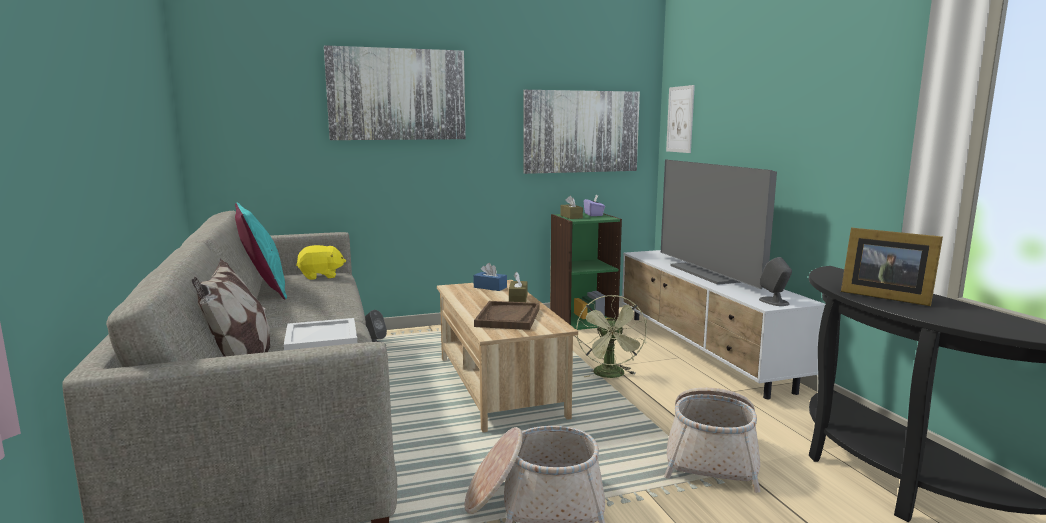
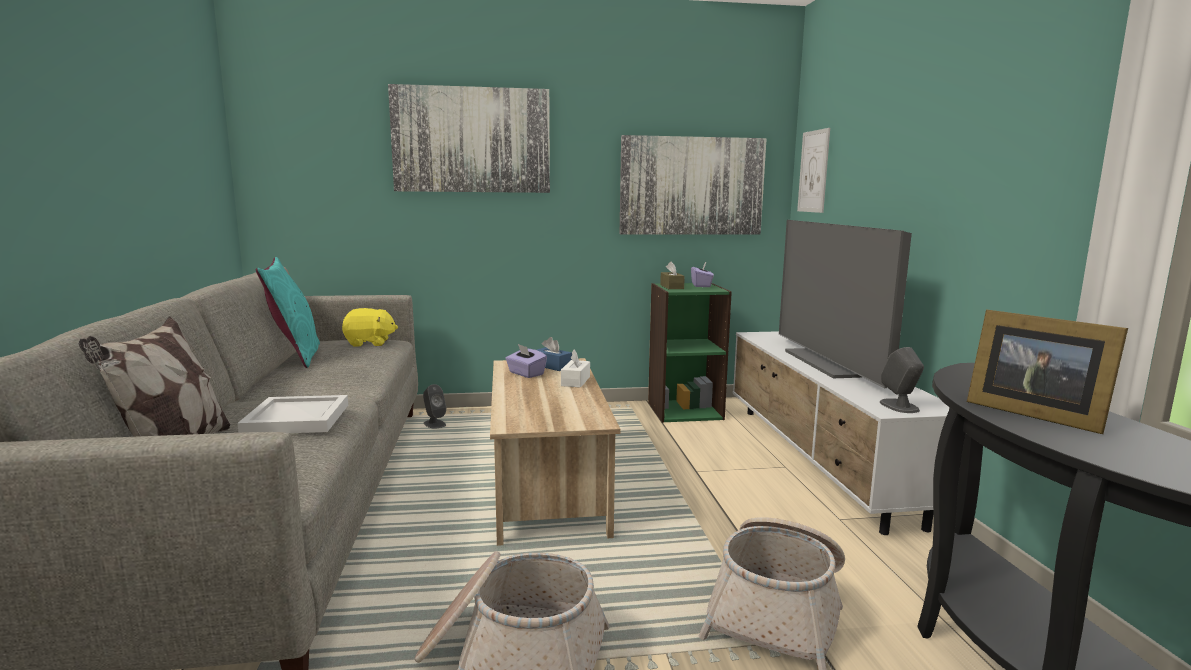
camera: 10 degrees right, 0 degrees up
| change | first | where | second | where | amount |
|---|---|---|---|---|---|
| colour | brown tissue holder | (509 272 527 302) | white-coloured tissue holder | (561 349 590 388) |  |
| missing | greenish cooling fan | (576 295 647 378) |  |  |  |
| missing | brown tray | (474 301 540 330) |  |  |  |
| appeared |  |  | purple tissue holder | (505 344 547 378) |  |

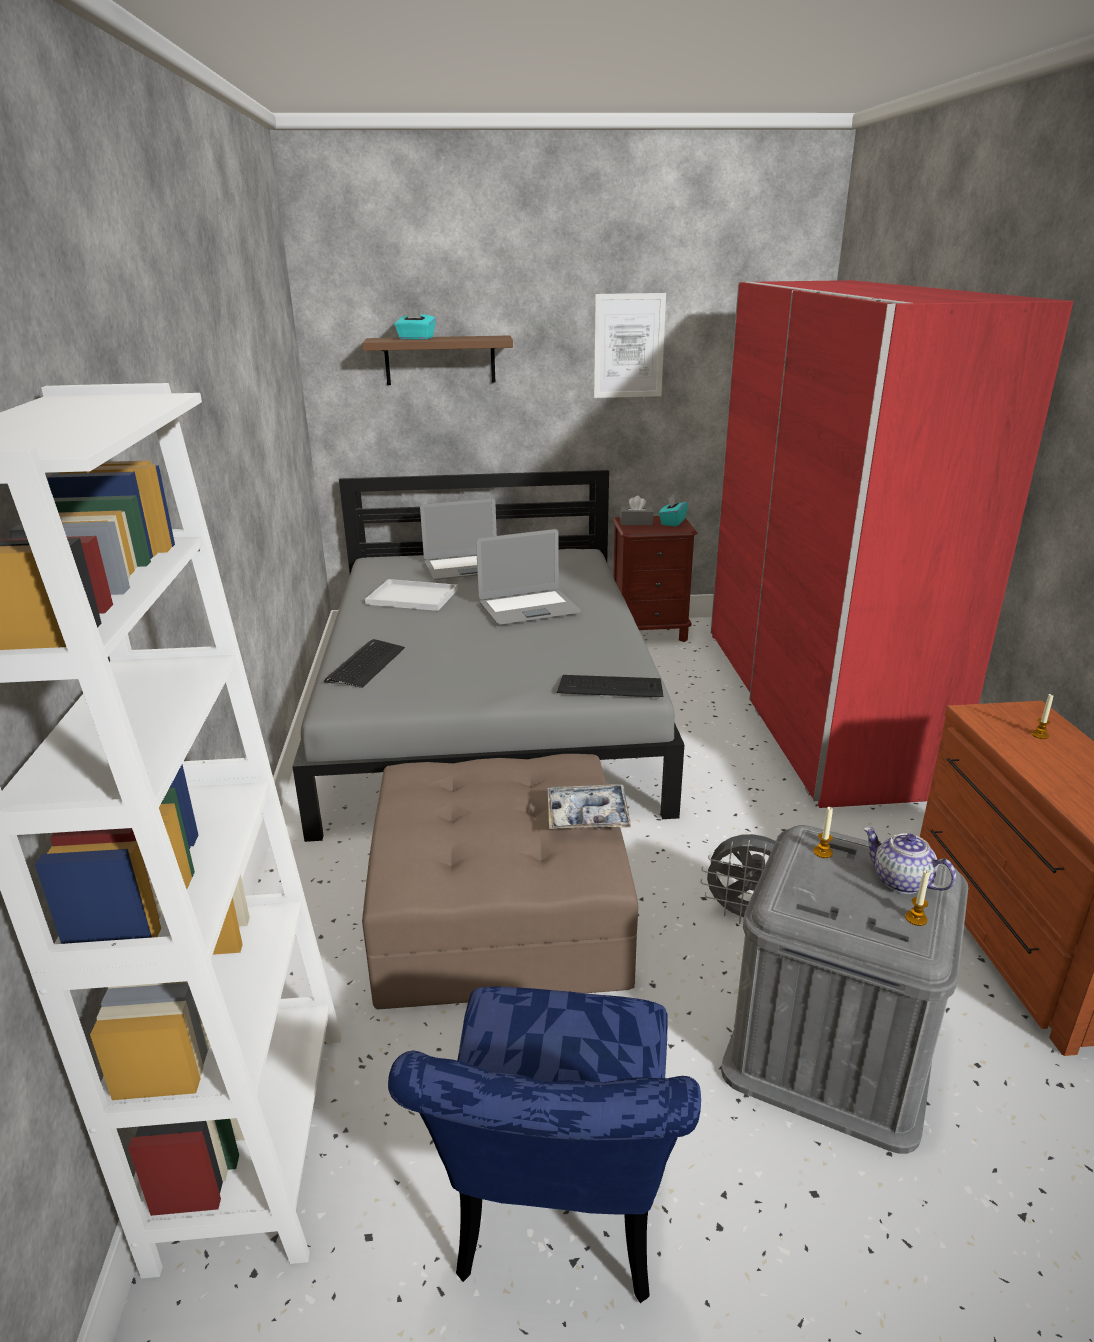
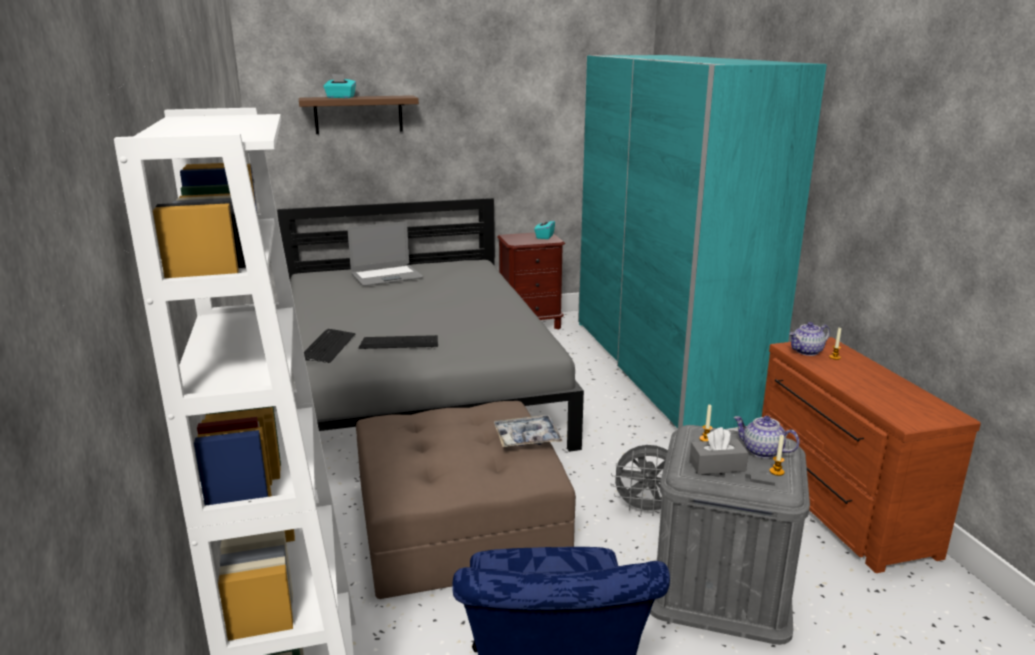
camera: 10 degrees left, 5 degrees down
| change | first | where | second | where | amount |
|---|---|---|---|---|---|
| colour | red wardrobe | (711 280 1073 808) | blue-green wardrobe | (578 55 827 429) |  |
| missing | wall art | (594 293 666 398) |  |  |  |
| relocated | grey tissue holder | (620 496 654 525) |  | (689 427 748 475) |  |
| missing | laptop | (476 529 581 625) |  |  |  |
| missing | white-coloured tray | (365 579 458 611) |  |  |  |
| relocated | computer keyboard | (557 675 664 697) |  | (359 335 438 349) |  |
| appeared |  |  | tea pot | (789 322 830 356) |  |

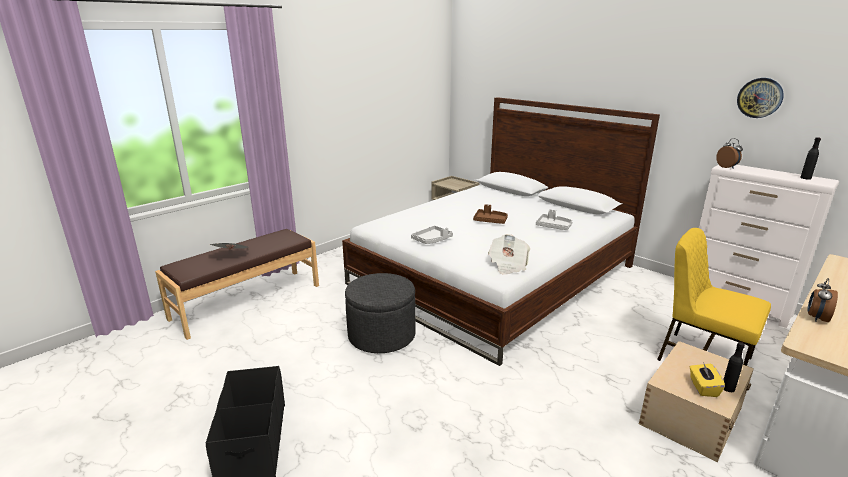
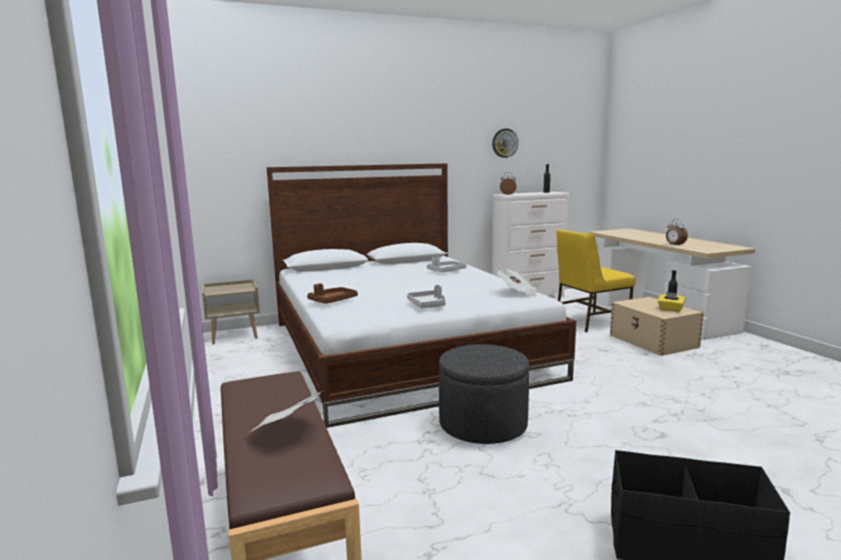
camera: 65 degrees left, 10 degrees down
| change | first | where | second | where | amount |
|---|---|---|---|---|---|
| relocated | brown tray | (473 204 508 224) |  | (307 283 358 304) |  |

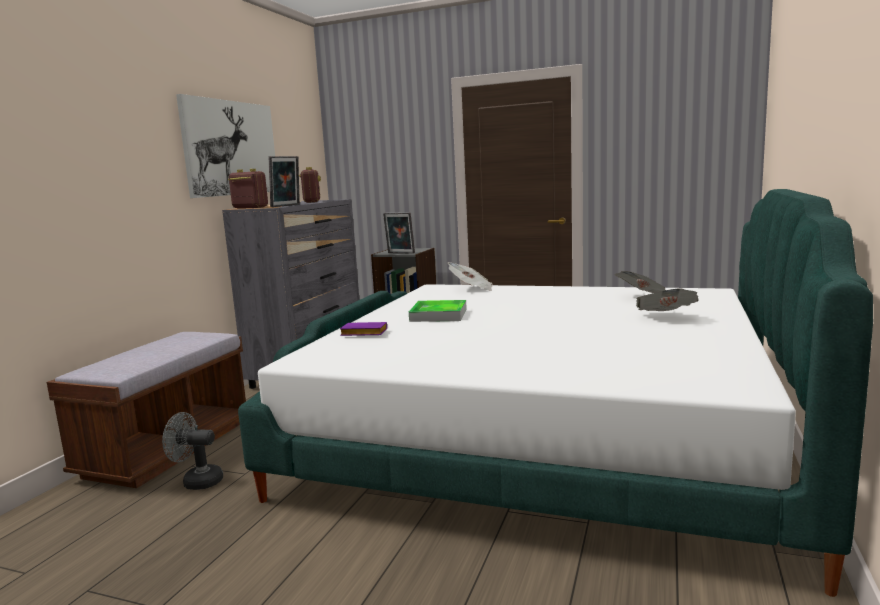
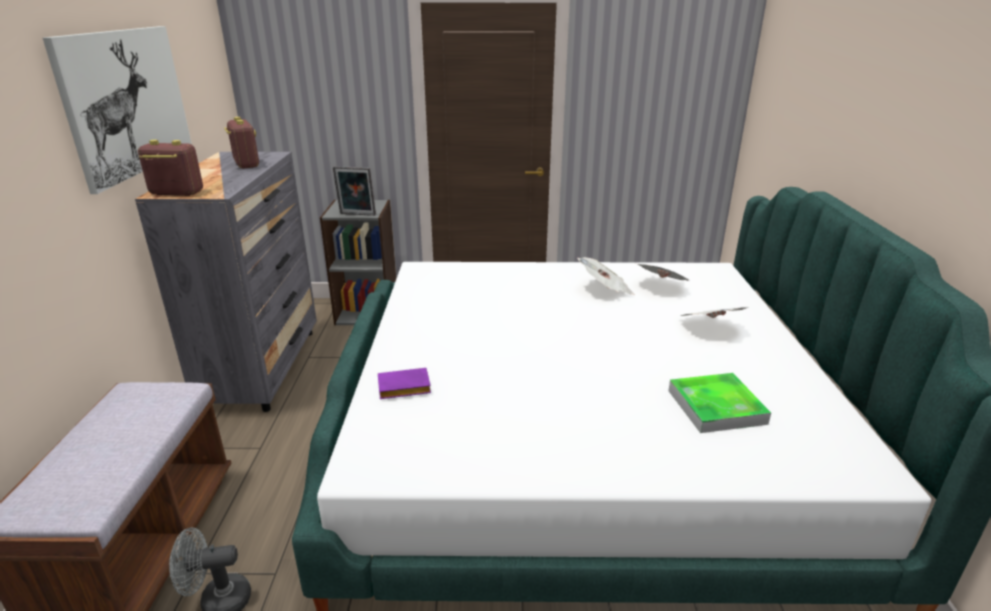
camera: 20 degrees left, 15 degrees up
| change | first | where | second | where | amount |
|---|---|---|---|---|---|
| missing | photo frame | (268 156 300 207) |  |  |  |
| relocated | daily paper | (448 262 493 291) |  | (577 257 635 295) |  |
| relocated | tray | (409 300 467 322) |  | (668 373 771 433) |  |

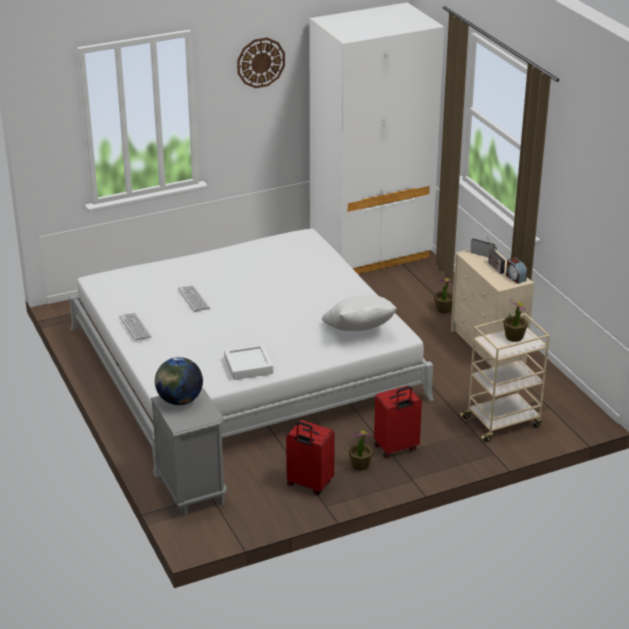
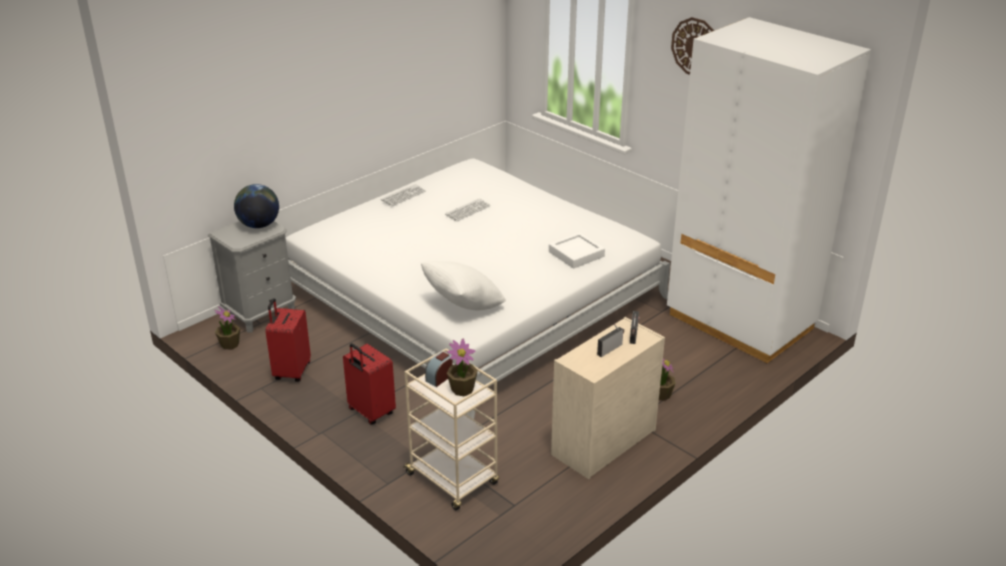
camera: 70 degrees right, 0 degrees up
| change | first | where | second | where | amount |
|---|---|---|---|---|---|
| relocated | table clock | (506 257 527 284) |  | (425 351 453 387) |  |
| relocated | white-coloured tray | (224 344 273 380) |  | (549 232 605 268) |  |
| relocated | potted plant | (348 430 373 471) |  | (215 306 240 350) |  |

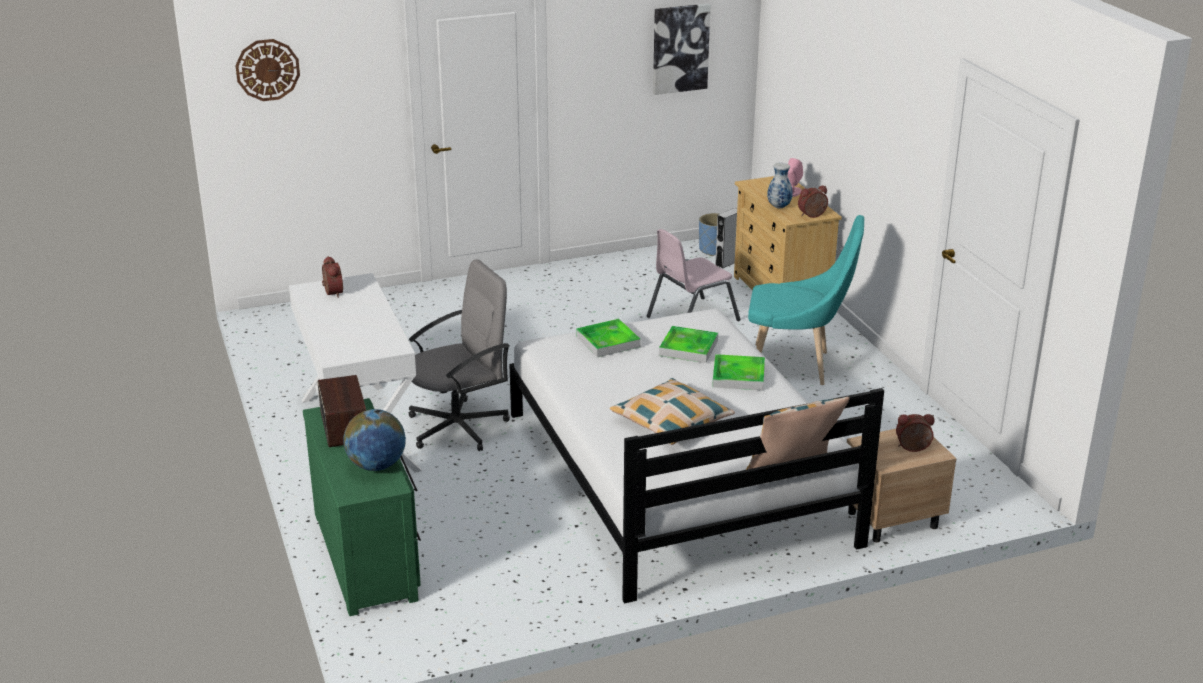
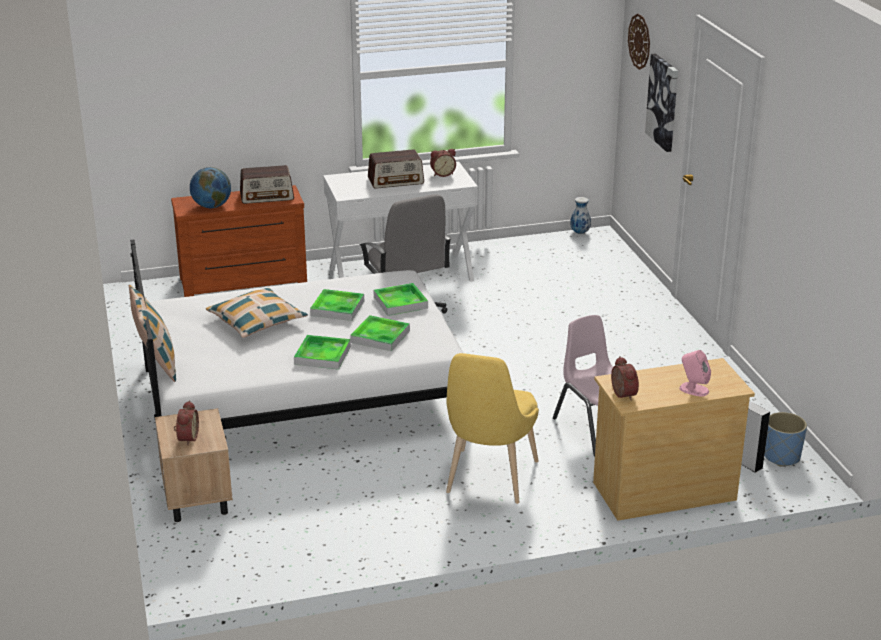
camera: 95 degrees right, 0 degrees up
| change | first | where | second | where | amount |
|---|---|---|---|---|---|
| relocated | wall art | (653 4 710 95) |  | (645 53 678 152) |  |
| relocated | flower vase | (767 163 793 208) |  | (570 197 591 234) |  |
| colour | blue-green chair | (748 215 864 385) | yellow chair | (446 353 539 504) |  |
| colour | greenish chest of drawers | (303 398 421 616) | brown chest of drawers | (171 185 307 297) |  |
| appeared |  |  | radio set | (368 149 424 189) |  |
| appeared |  |  | tray | (310 289 364 321) |  |

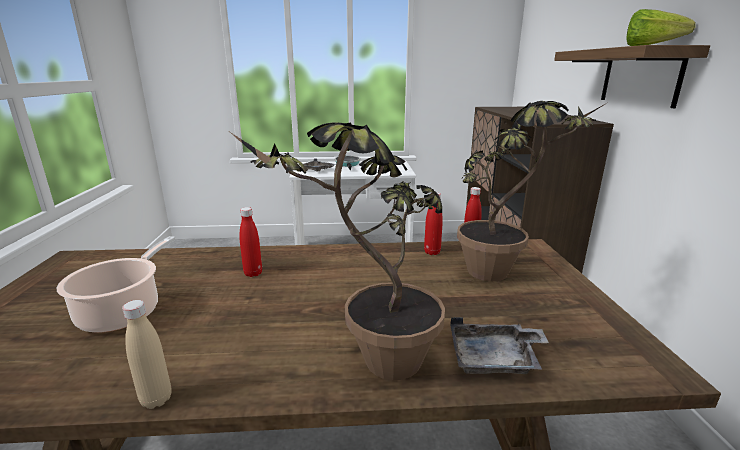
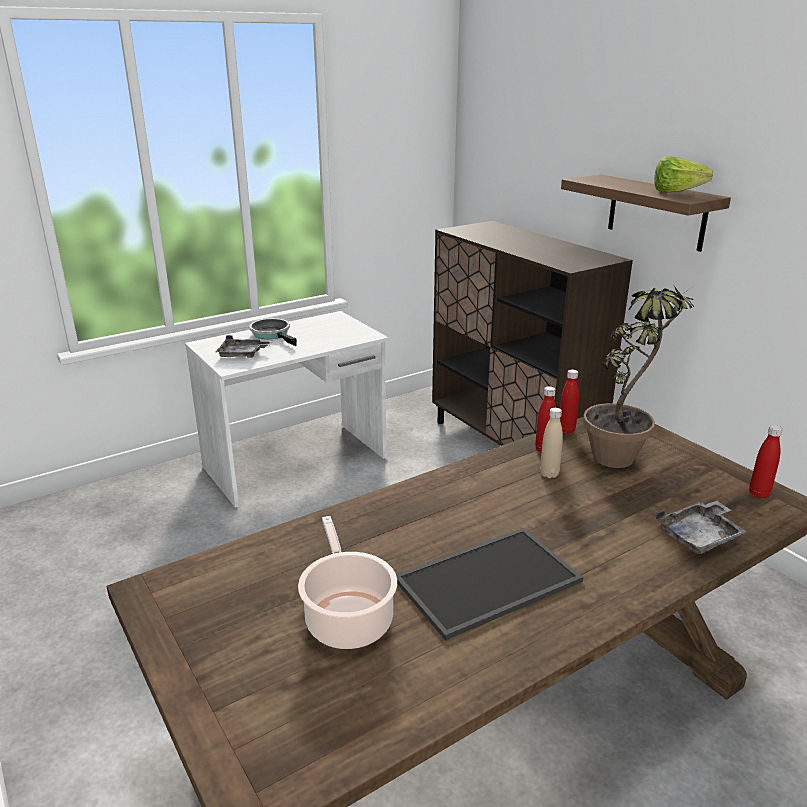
camera: 30 degrees left, 5 degrees up
| change | first | where | second | where | amount |
|---|---|---|---|---|---|
| missing | potted plant | (230 123 445 380) |  |  |  |
| relocated | red drink bottle | (239 207 262 277) |  | (749 425 783 498) |  |
| relocated | beige drink bottle | (122 300 172 409) |  | (540 408 563 478) |  |
| appeared |  |  | tray | (396 528 583 640) |  |

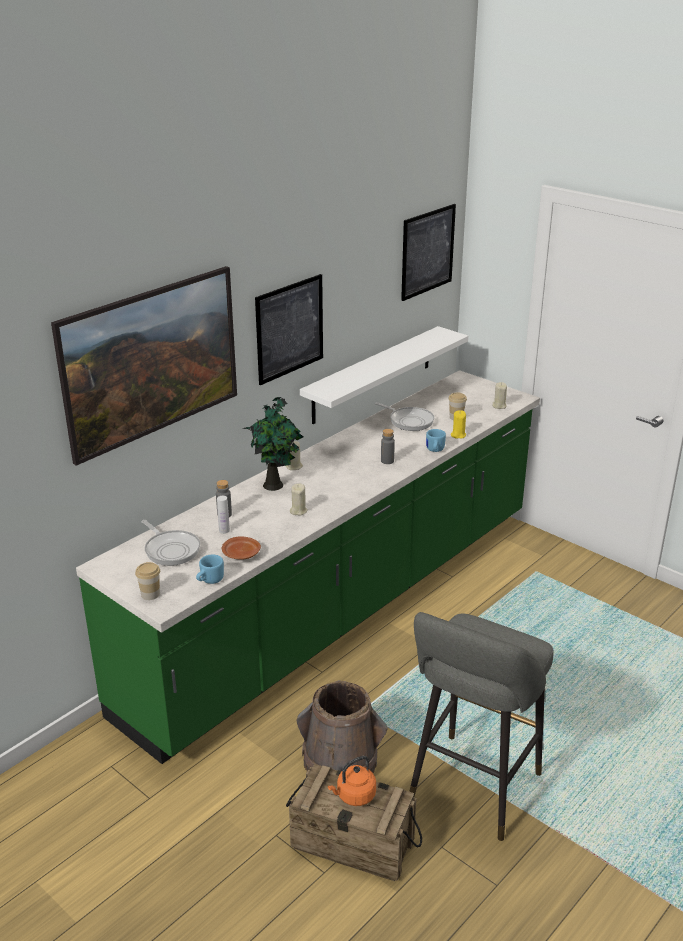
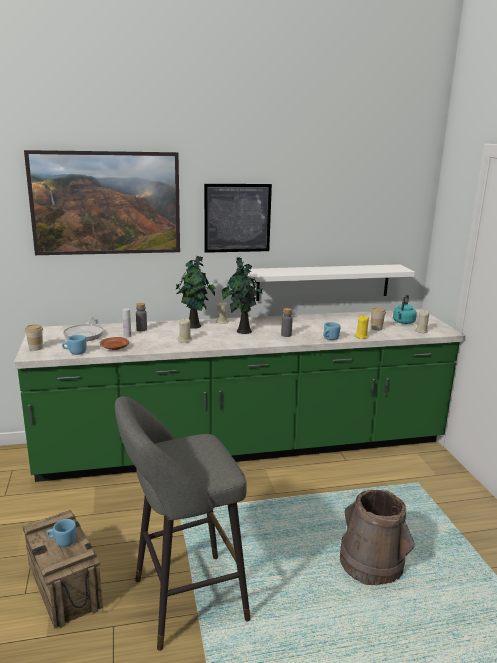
camera: 35 degrees right, 10 degrees down
| change | first | where | second | where | amount |
|---|---|---|---|---|---|
| missing | wall art | (401 204 456 301) |  |  |  |
| missing | frying pan | (375 402 434 431) |  |  |  |
| relocated | brown pail | (296 680 388 773) |  | (340 490 415 586) |  |
| exchanged | orange water kettle | (328 756 376 806) | bluish mug | (47 519 76 547) |  |
| appeared |  |  | potted plant | (222 257 263 334) |  |
| appeared |  |  | blue-green water kettle | (393 295 417 324) |  |

